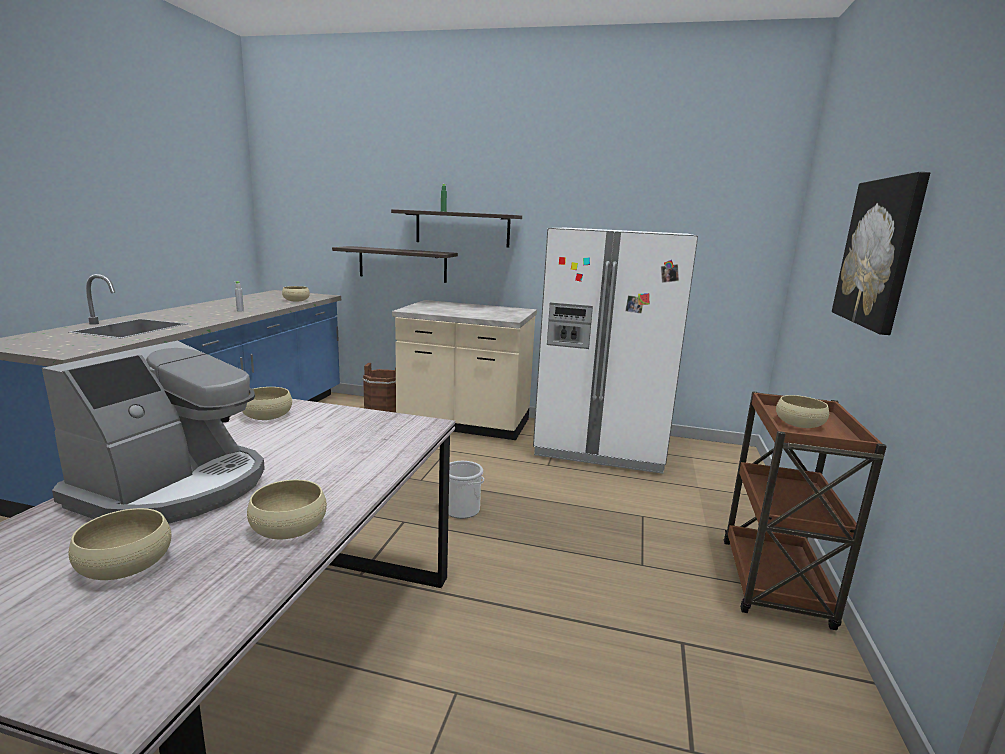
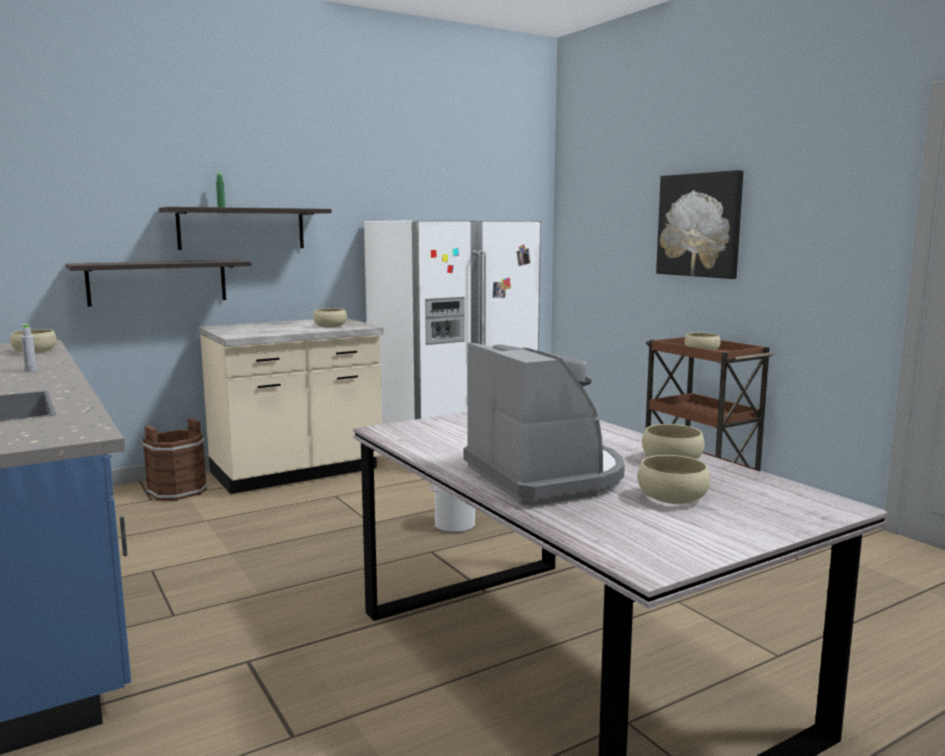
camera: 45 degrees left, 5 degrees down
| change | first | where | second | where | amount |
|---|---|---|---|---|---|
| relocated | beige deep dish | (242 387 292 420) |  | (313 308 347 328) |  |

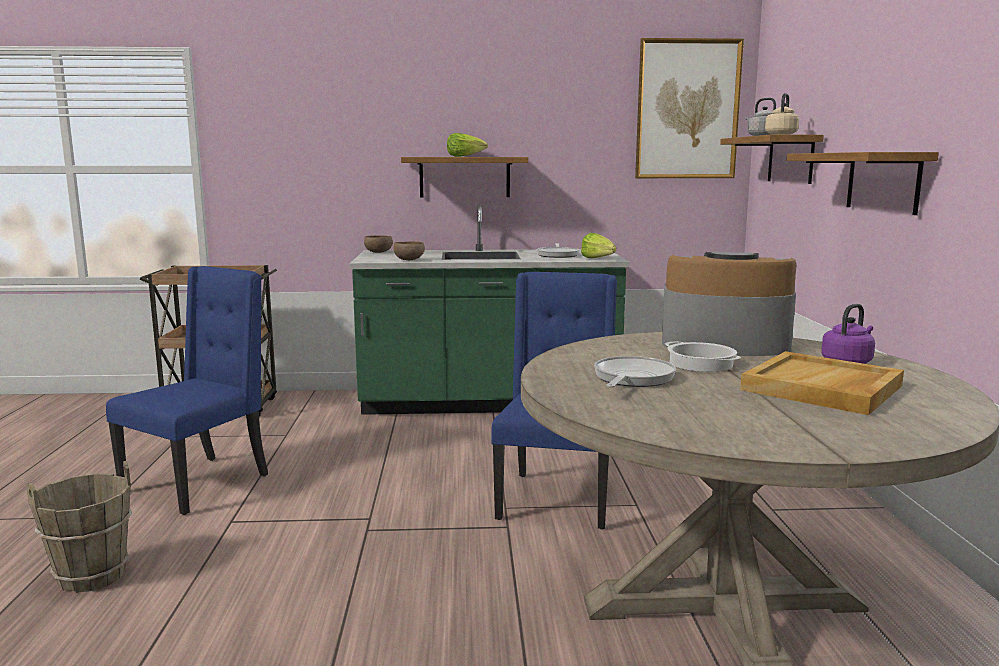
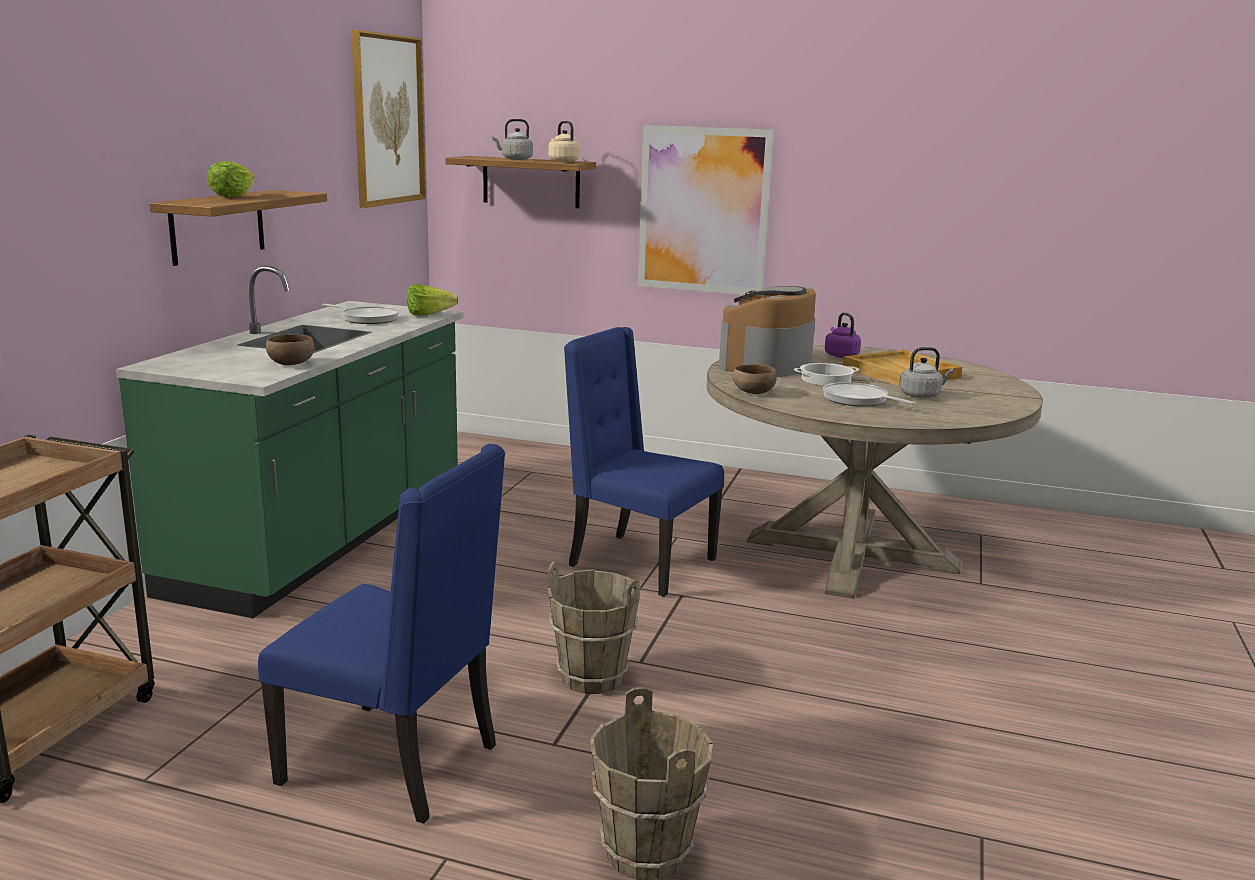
camera: 70 degrees left, 5 degrees up
| change | first | where | second | where | amount |
|---|---|---|---|---|---|
| exchanged | bracket shelf | (786 152 939 215) | wall art | (638 125 774 295) |  |
| relocated | brown deep dish | (364 235 393 253) |  | (733 364 777 394) |  |
| spun | bluish chair | (106 266 268 515) |  | (258 444 505 824) | 150 degrees clockwise |
| appeared |  |  | grey water kettle | (900 347 954 398) |  |
| appeared |  |  | brown pail | (548 561 641 694) |  |

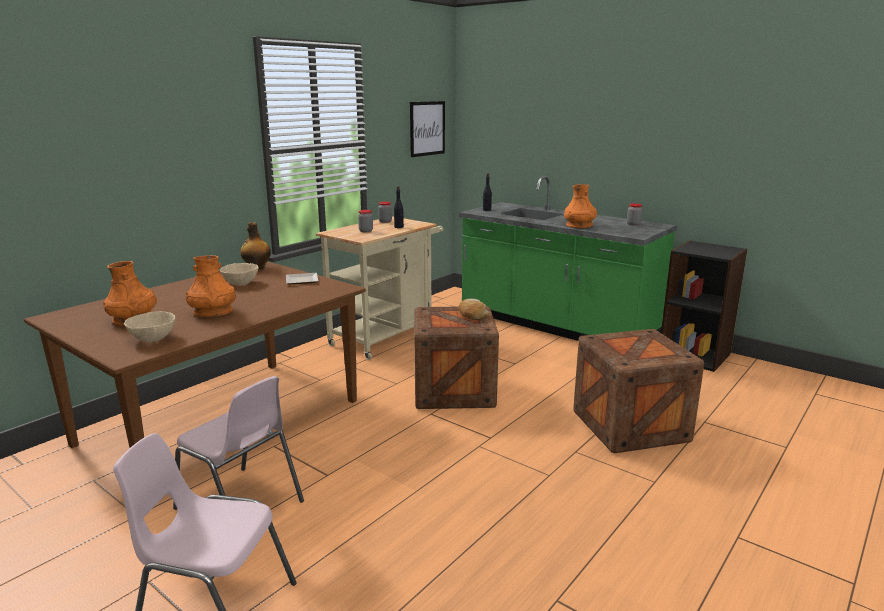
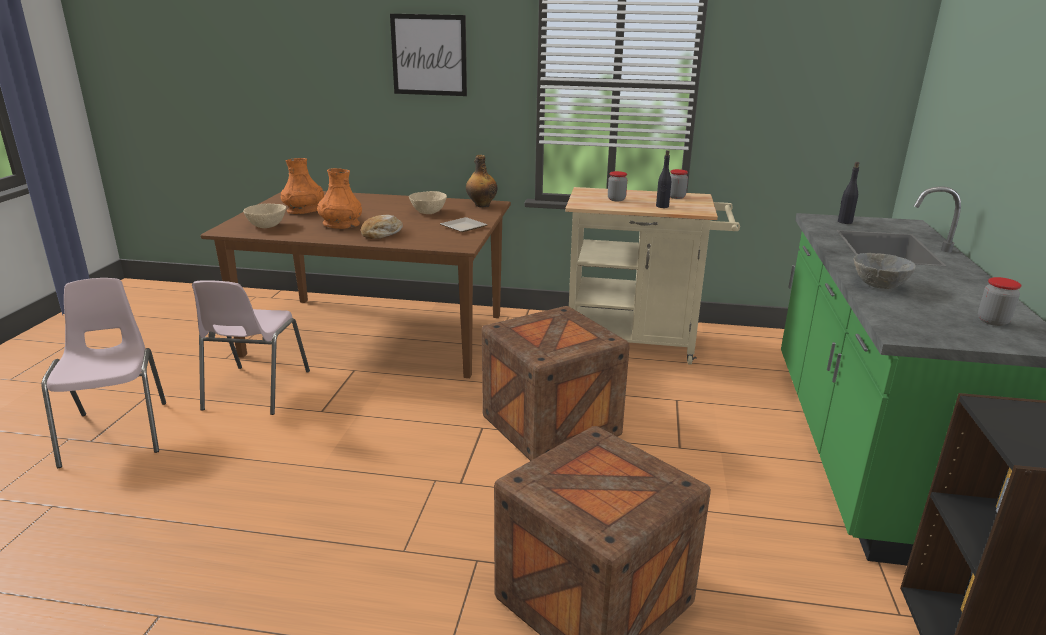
camera: 60 degrees right, 5 degrees up
| change | first | where | second | where | amount |
|---|---|---|---|---|---|
| relocated | wall art | (410 101 445 157) |  | (390 14 467 96) |  |
| exchanged | orange flower vase | (564 184 597 228) | grey deep dish | (853 253 916 289) |  |
| relocated | bakery bread | (459 299 489 320) |  | (361 215 403 239) |  |

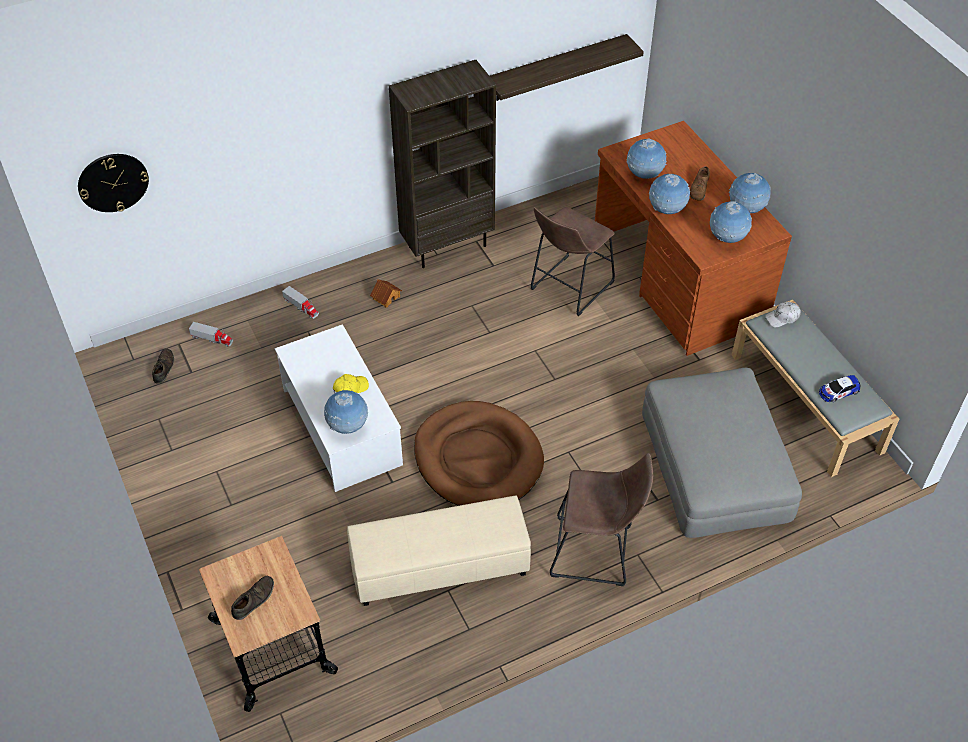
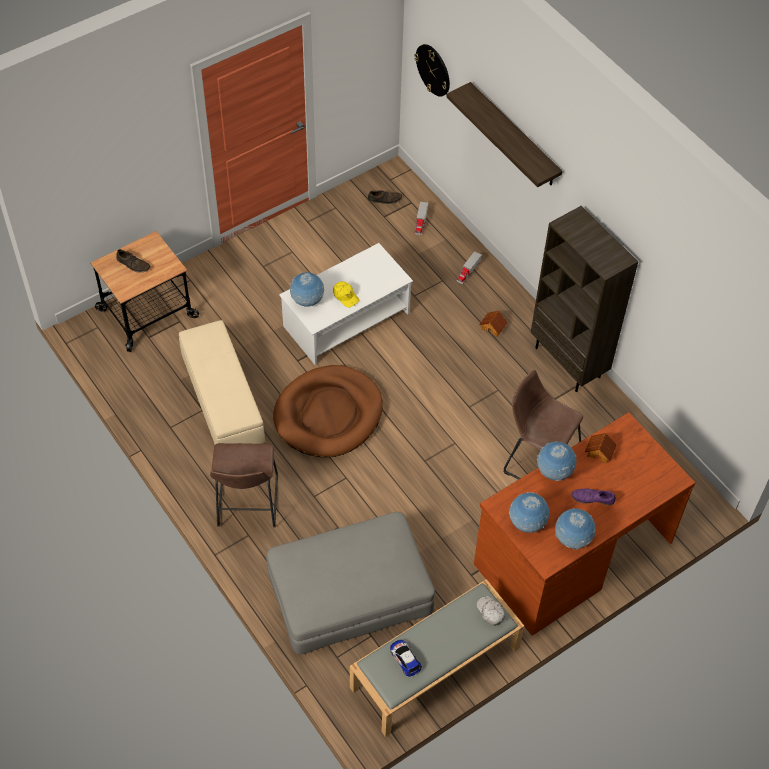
camera: 80 degrees right, 5 degrees up
| change | first | where | second | where | amount |
|---|---|---|---|---|---|
| relocated | bracket shelf | (490 34 644 101) |  | (446 82 563 188) |  |
| exchanged | globe | (627 139 667 179) | toy house | (585 433 616 463) |  |
| colour | brown shoe | (690 166 710 201) | purple shoe | (572 488 616 505) |  |

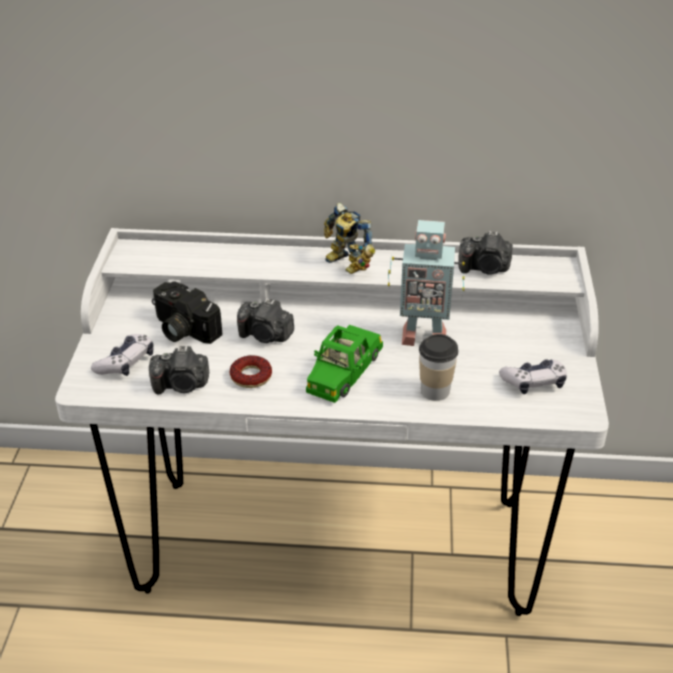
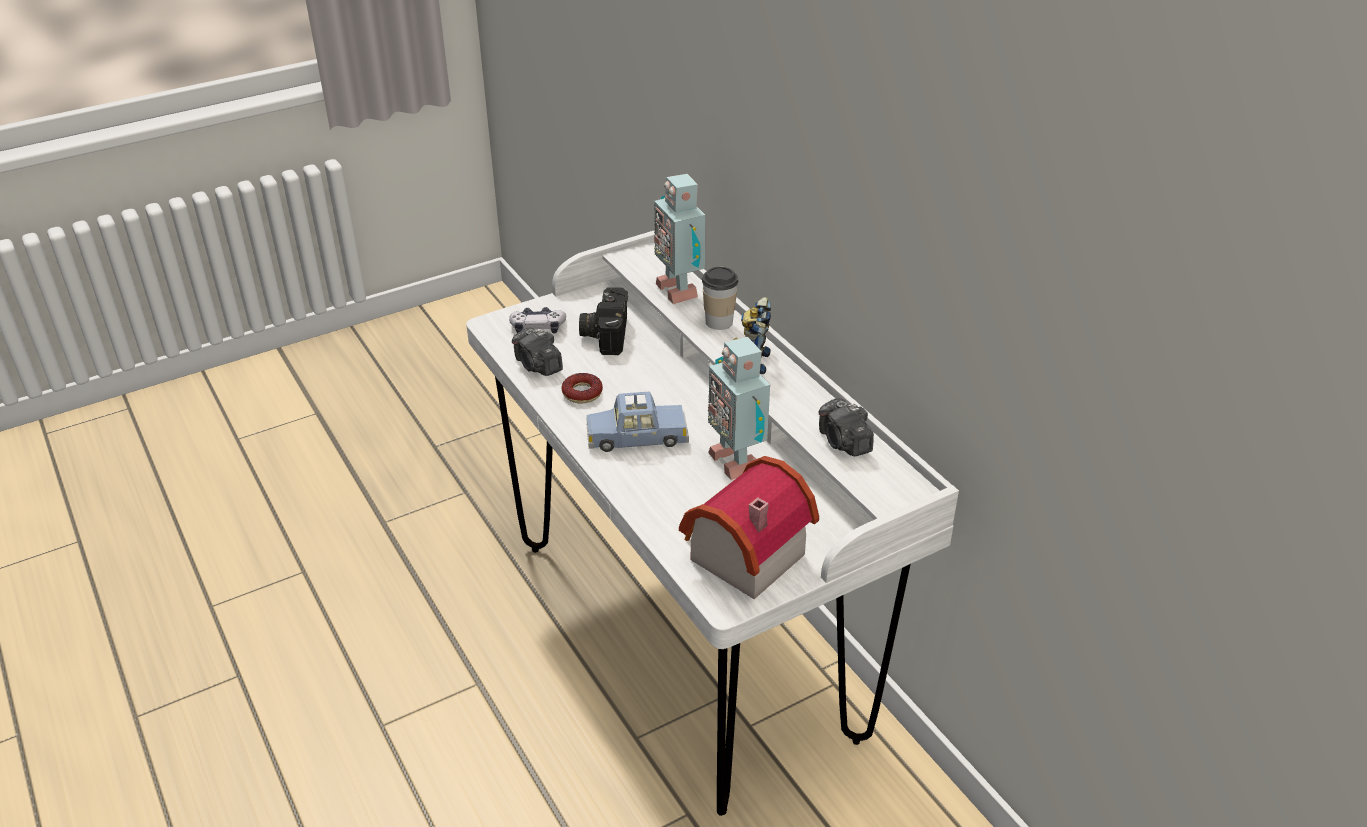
camera: 55 degrees right, 0 degrees up
| change | first | where | second | where | amount |
|---|---|---|---|---|---|
| missing | still camera | (237 298 294 343) |  |  |  |
| colour | greenish miniature car | (306 325 383 403) | bluish miniature car | (586 391 689 452) |  |
| relocated | small cup | (419 334 459 401) |  | (702 267 738 330) |  |
| exchanged | gamepad | (499 359 567 394) | toy house | (679 456 819 599) |  |
| appeared |  |  | model robot | (654 174 705 304) |  |

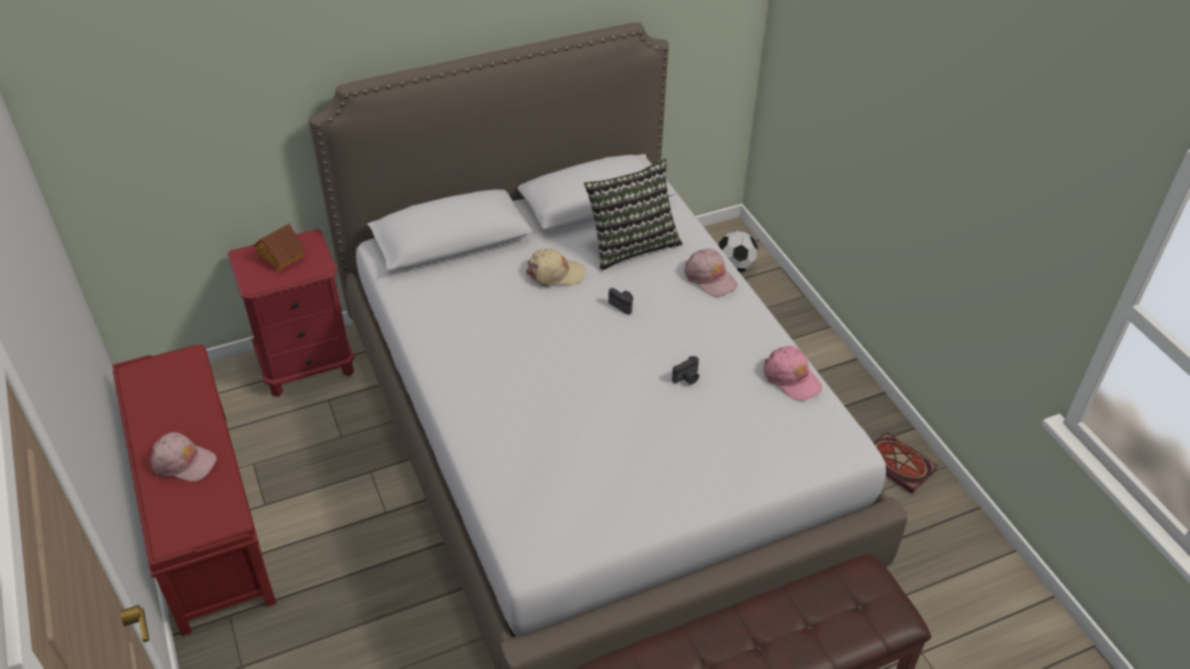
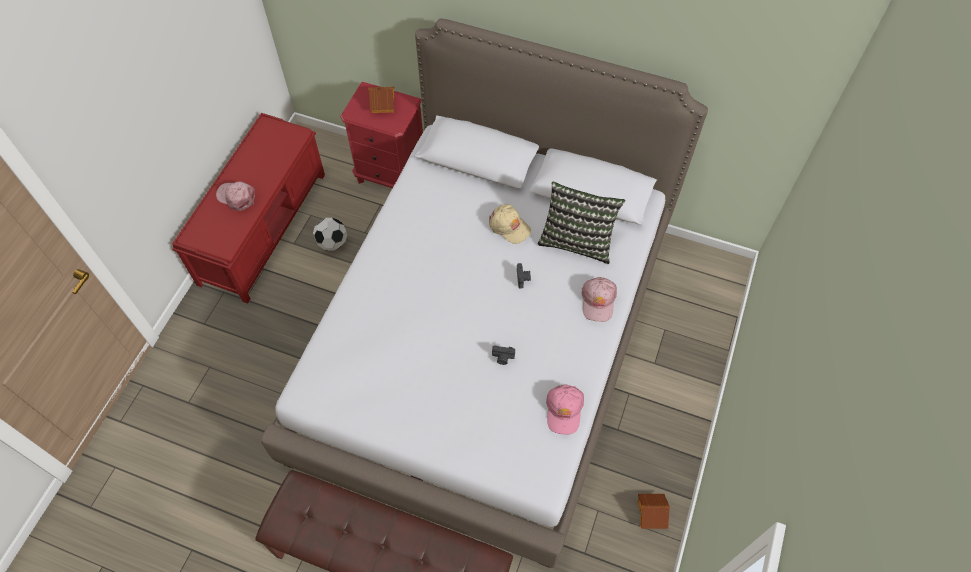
camera: 45 degrees right, 15 degrees up
| change | first | where | second | where | amount |
|---|---|---|---|---|---|
| relocated | ball for football | (718 231 758 272) |  | (313 218 347 251) |  |
| spun | pinkish baseball cap | (149 432 217 482) |  | (216 181 255 211) | 150 degrees clockwise |
| exchanged | volume | (874 432 938 494) | toy house | (638 494 670 529) |  |

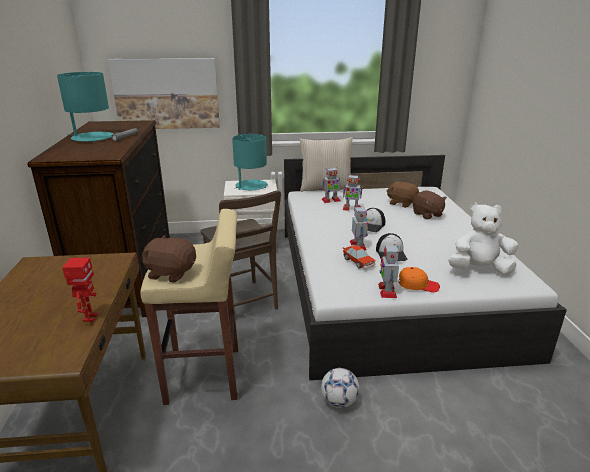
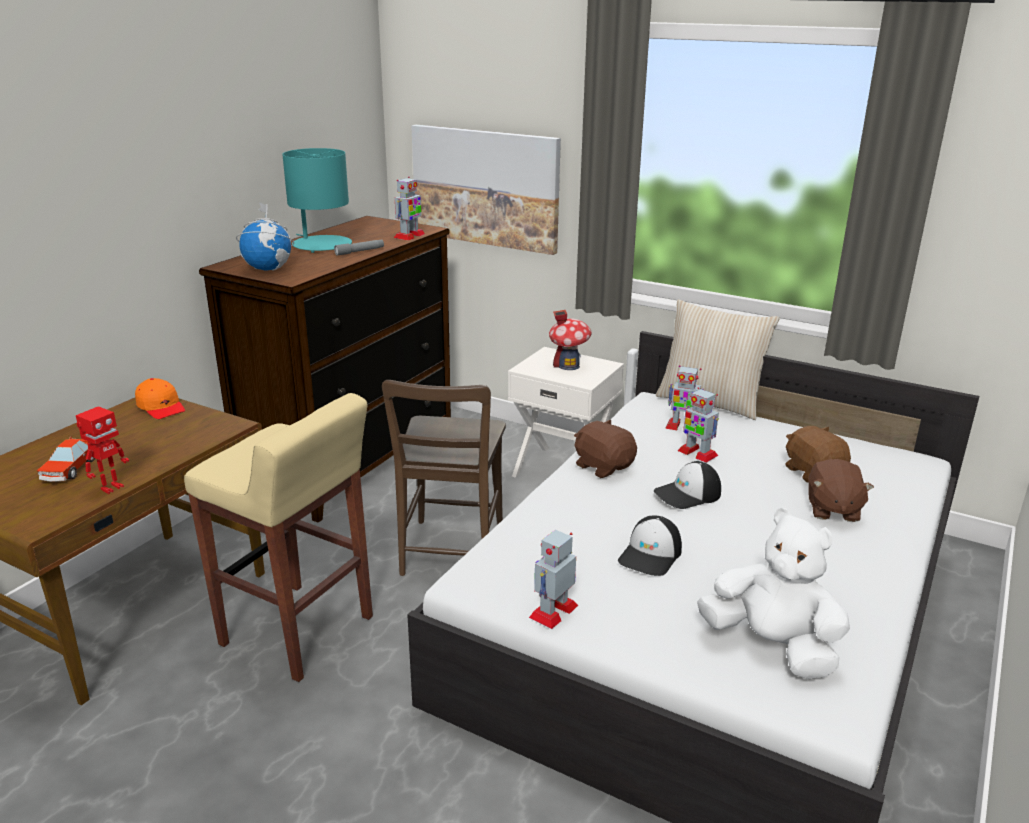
camera: 35 degrees right, 0 degrees up
| change | first | where | second | where | amount |
|---|---|---|---|---|---|
| exchanged | blue-green tabletop lamp | (232 134 268 190) | toy house | (549 310 592 370) |  |
| relocated | model robot | (350 206 368 251) |  | (394 176 425 240) |  |
| relocated | brown soft toy | (142 235 196 283) |  | (574 419 637 478) |  |
| relocated | miniature car | (343 244 376 269) |  | (37 436 95 482) |  |
| relocated | orange baseball cap | (399 267 440 292) |  | (135 378 185 419) |  |
| missing | ball for football | (321 368 359 408) |  |  |  |
| appeared |  |  | globe | (236 202 294 271) |  |

